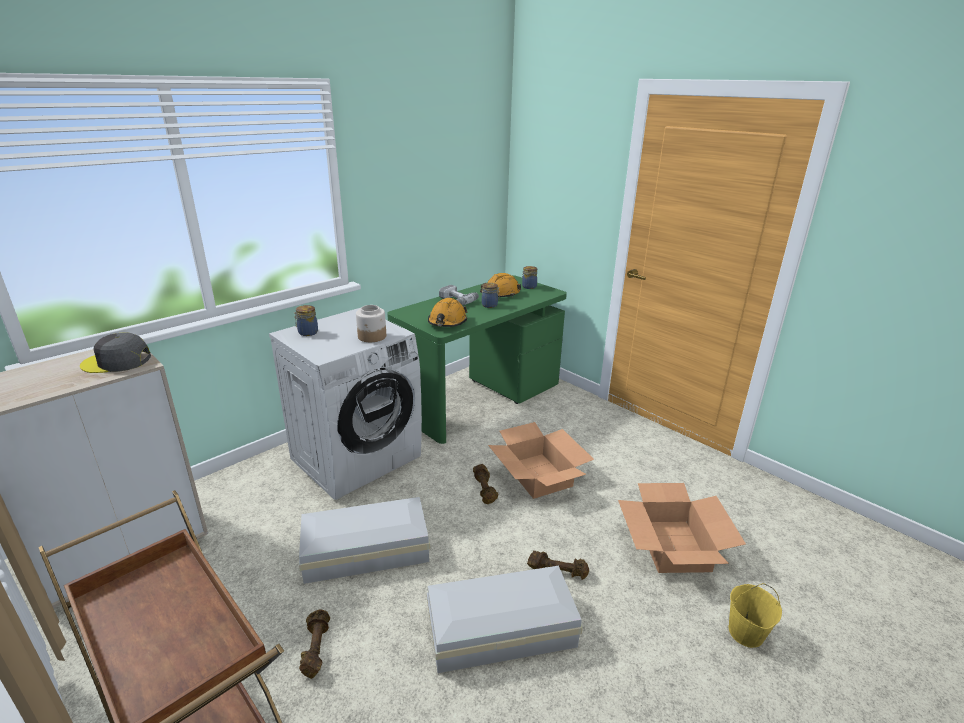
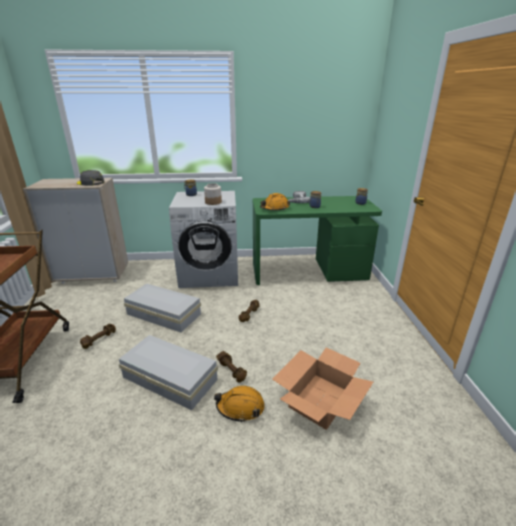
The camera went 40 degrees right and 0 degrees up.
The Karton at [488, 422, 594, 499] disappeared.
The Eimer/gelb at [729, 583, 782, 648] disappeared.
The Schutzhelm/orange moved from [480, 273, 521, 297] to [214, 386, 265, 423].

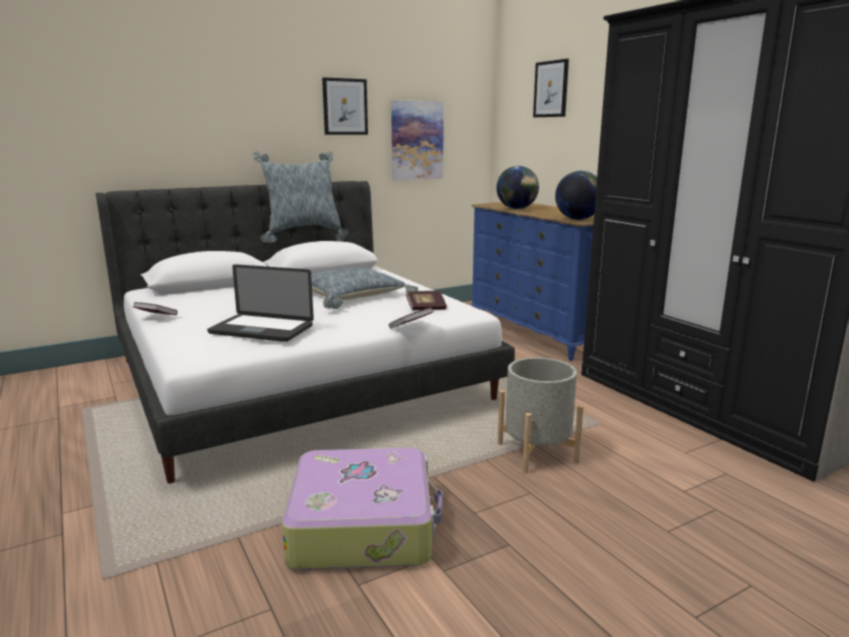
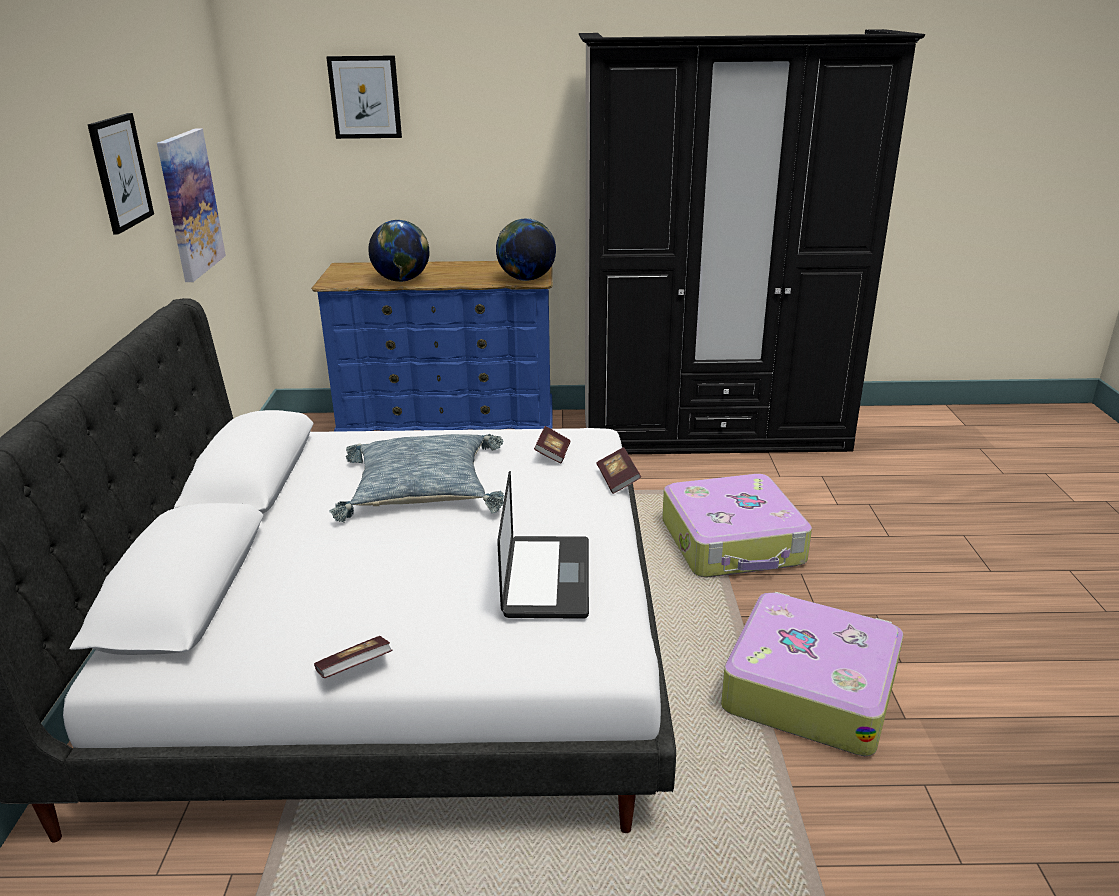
The camera went 60 degrees left and 10 degrees up.
The Kissen at [252, 151, 349, 243] disappeared.
The Pflanzkübel/grau at [498, 357, 584, 473] was replaced by the Koffer at [662, 474, 812, 577].
The Laptop at [207, 264, 314, 342] turned 45 degrees counterclockwise.

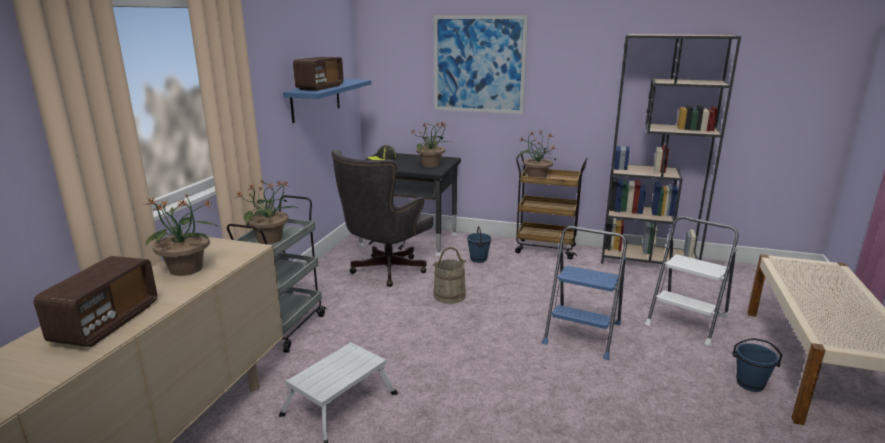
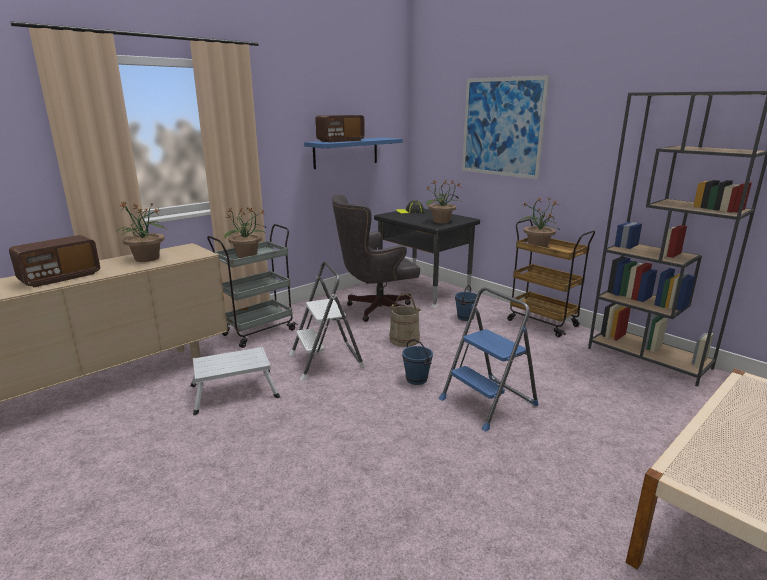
The camera went 30 degrees right and 0 degrees up.
The Trittleiter/weiß moved from [645, 216, 739, 346] to [289, 261, 365, 381].
The Eimer/blau moved from [733, 338, 782, 392] to [402, 339, 433, 385].

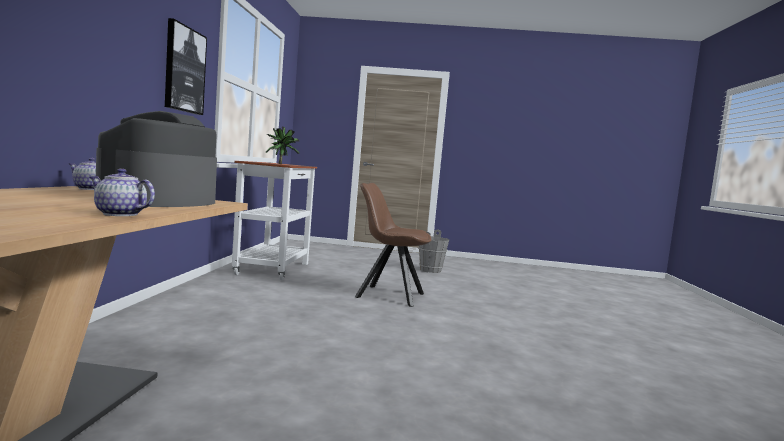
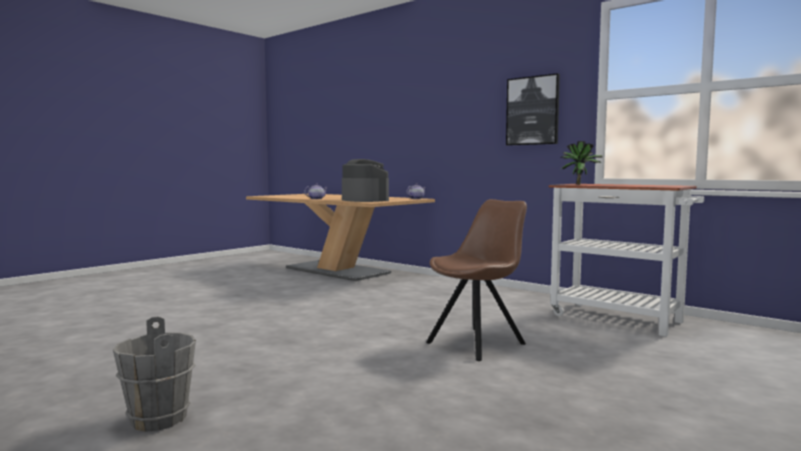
The camera went 125 degrees right and 0 degrees up.
The Eimer/grau moved from [418, 230, 449, 273] to [113, 316, 196, 432].

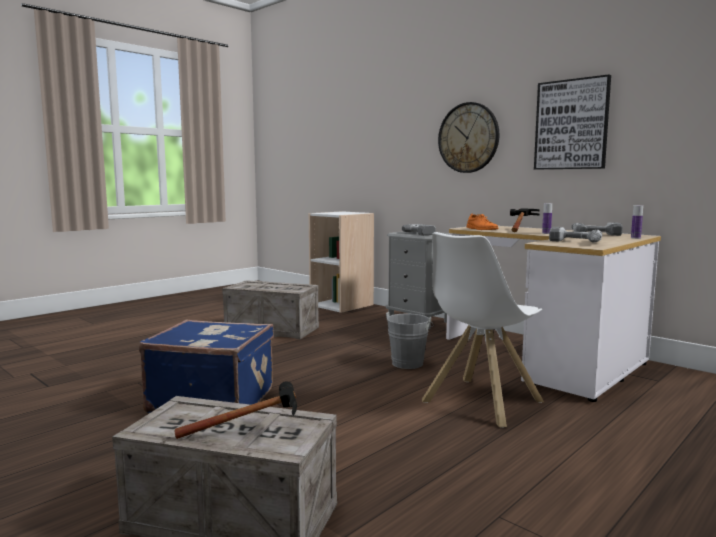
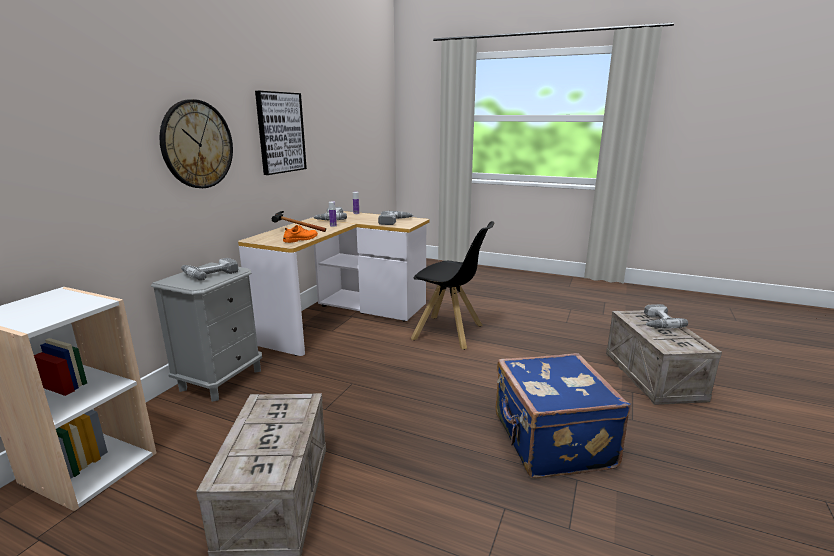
The camera went 110 degrees left and 10 degrees up.
The Eimer/grau at [386, 312, 434, 369] disappeared.
The Hammer at [175, 381, 297, 439] was replaced by the Bohrmaschine at [644, 304, 688, 328].
The Stuhl/weiß at [422, 232, 544, 428] became the Stuhl/schwarz at [411, 221, 494, 350].

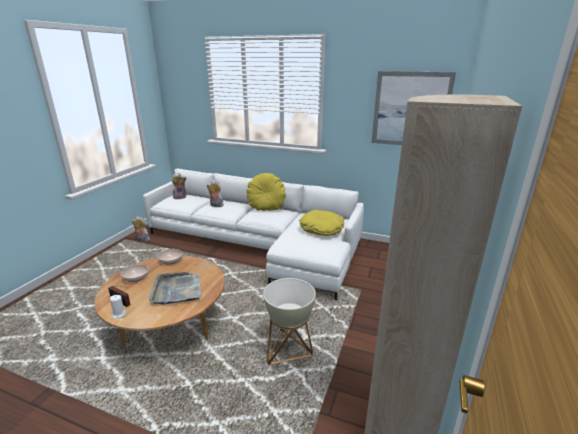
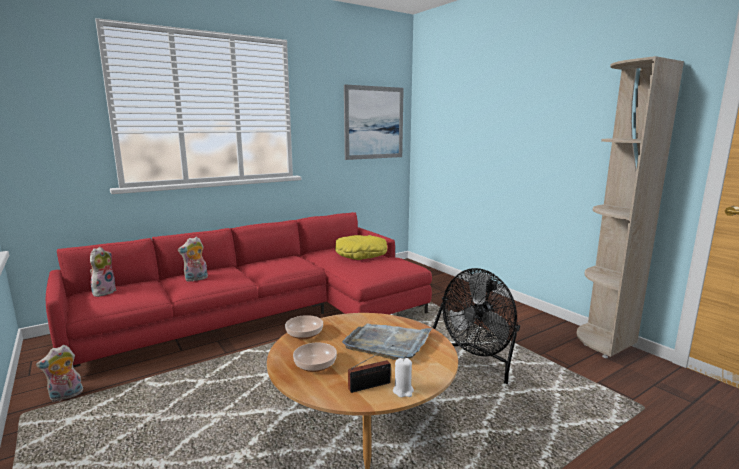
The camera went 55 degrees left and 10 degrees down.
The Kissen/gelb at [246, 173, 286, 211] disappeared.
The Pflanzkübel at [263, 278, 316, 365] was replaced by the Ventilator/schwarz at [433, 268, 520, 384].
The Sofa/weiß at [143, 168, 364, 300] became the Sofa/rot at [46, 212, 432, 368].

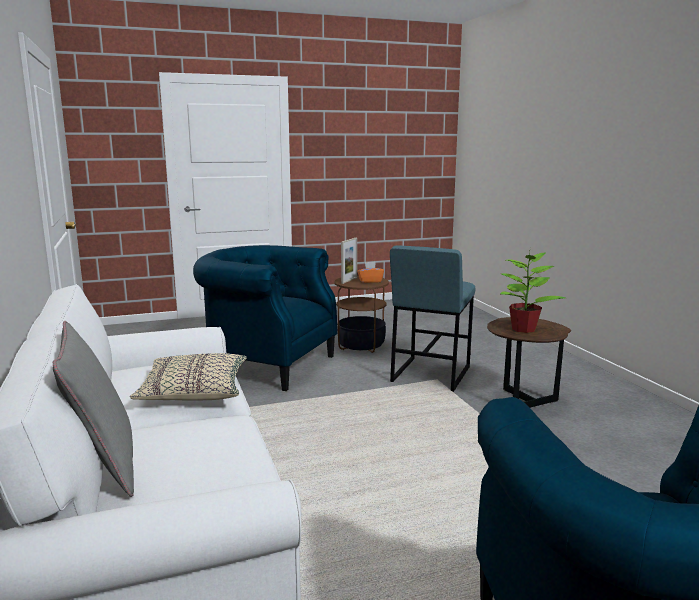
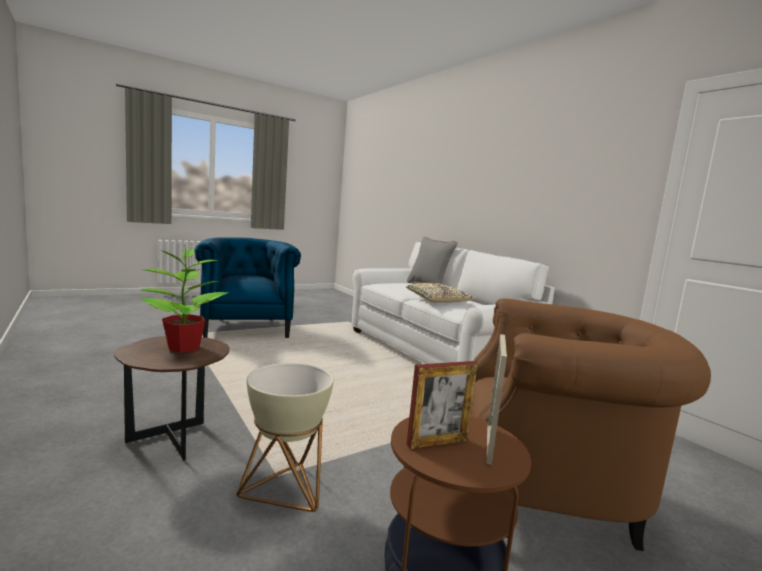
The camera went 165 degrees right and 5 degrees down.
The Taschentuchbox/orange at [357, 262, 384, 283] was replaced by the Bilderrahmen at [407, 361, 478, 449].
The Hocker/blau at [390, 246, 475, 392] was replaced by the Pflanzkübel at [236, 363, 334, 512].
The Sessel/blau at [193, 245, 337, 391] became the Sessel/braun at [471, 298, 711, 551].

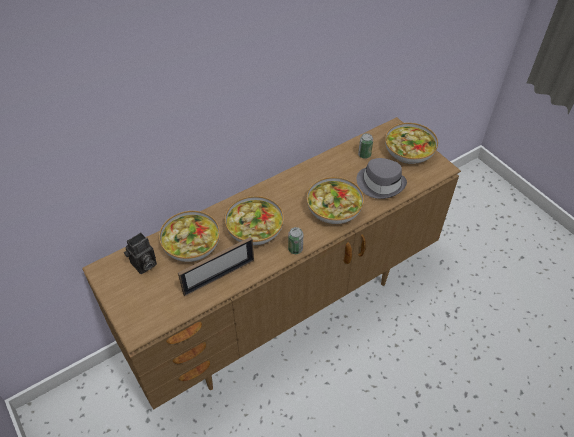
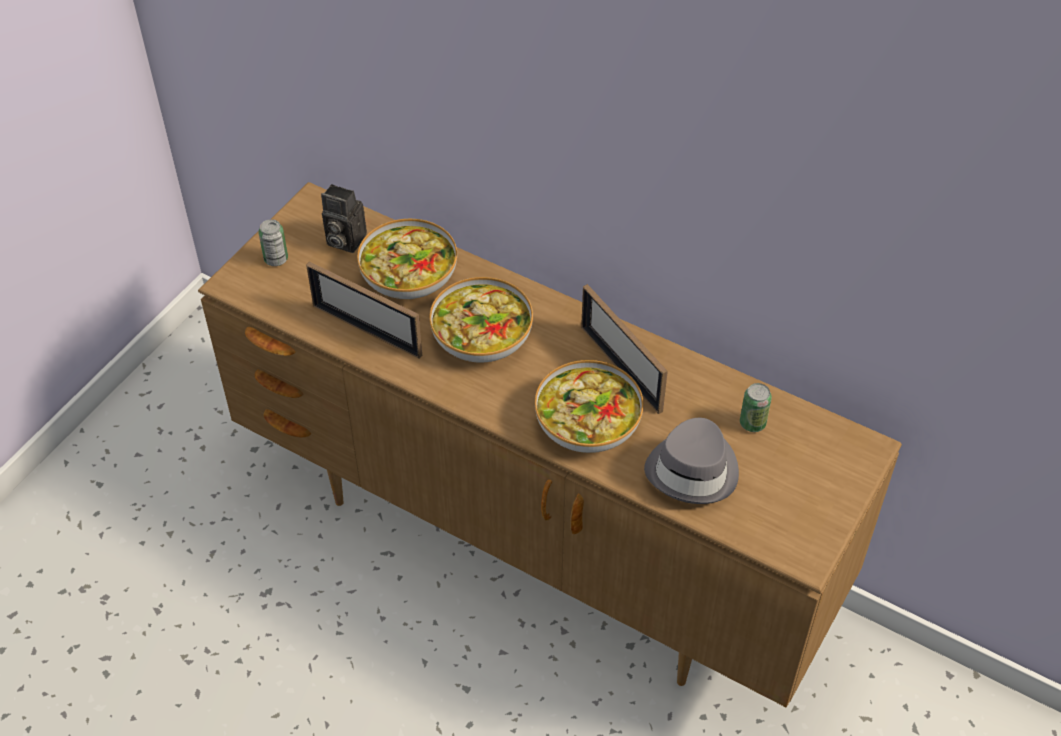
The camera went 65 degrees right and 0 degrees up.
The Schüssel at [385, 123, 438, 164] disappeared.
The Bilderrahmen at [581, 284, 668, 414] appeared.
The Dose moved from [288, 227, 303, 254] to [258, 219, 288, 266].

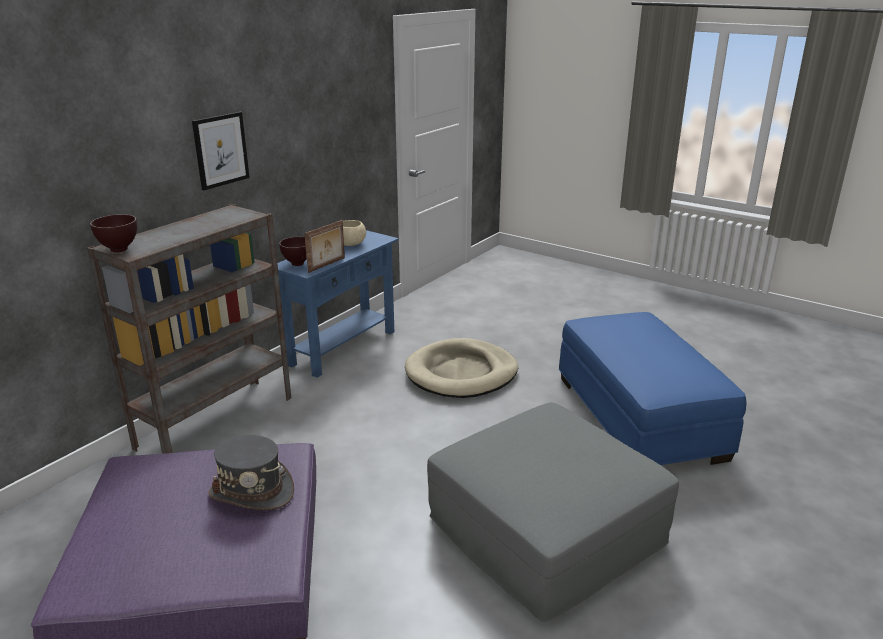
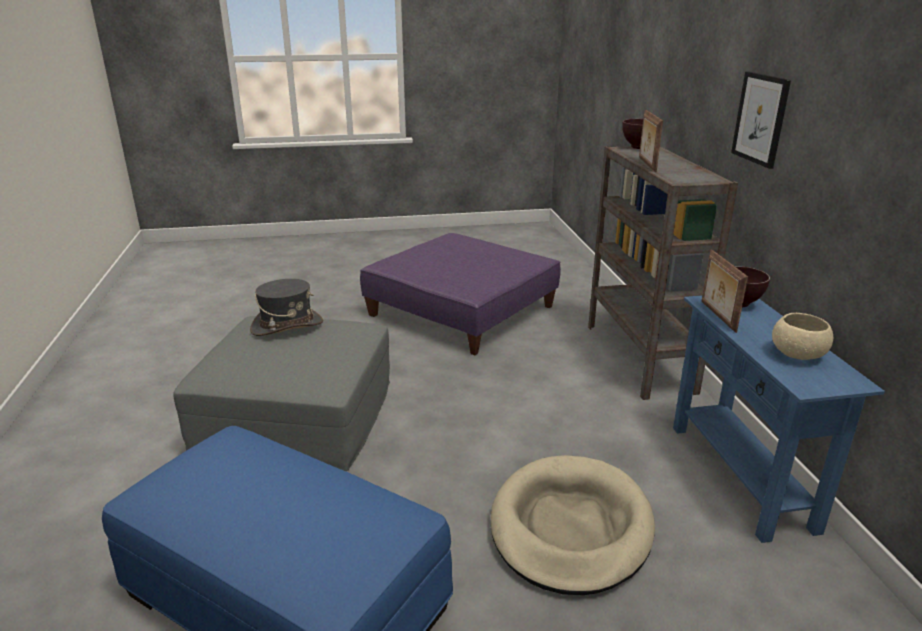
The camera went 135 degrees right and 0 degrees up.
The Bilderrahmen at [639, 110, 663, 172] appeared.
The Hut/grau moved from [208, 435, 294, 510] to [250, 279, 323, 336].

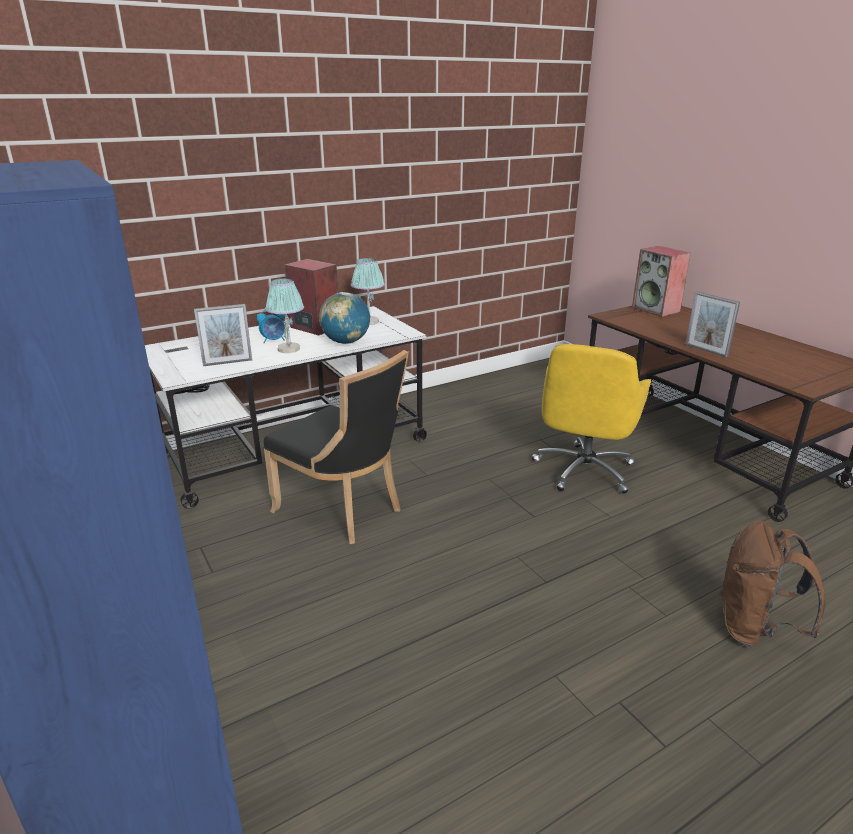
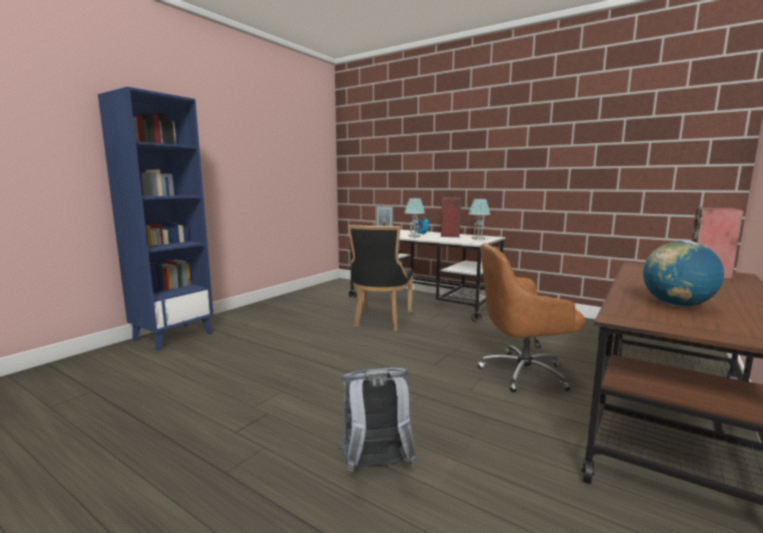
The camera went 65 degrees right and 15 degrees down.
The Bilderrahmen at [685, 291, 740, 358] disappeared.
The Globus moved from [319, 292, 370, 344] to [643, 240, 724, 307].
The Bürostuhl/gelb at [532, 344, 651, 493] became the Bürostuhl/braun at [478, 243, 585, 392].
The Rucksack/braun at [720, 521, 826, 648] became the Rucksack/grau at [338, 368, 418, 472].

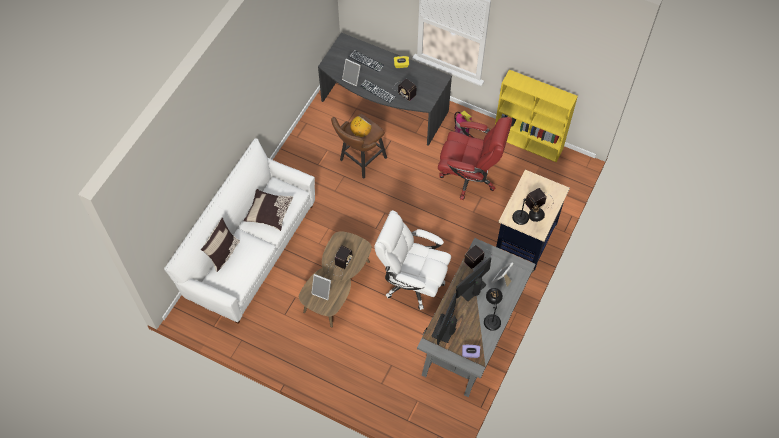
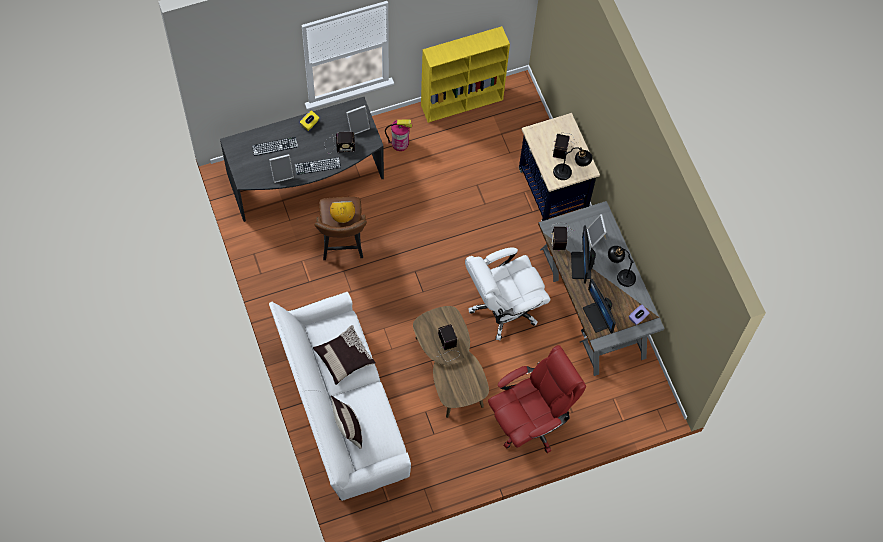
The camera went 50 degrees left and 5 degrees up.
The Bilderrahmen moved from [311, 274, 331, 300] to [346, 105, 370, 135].
The Bürostuhl/rot moved from [438, 117, 512, 200] to [488, 345, 586, 453].

